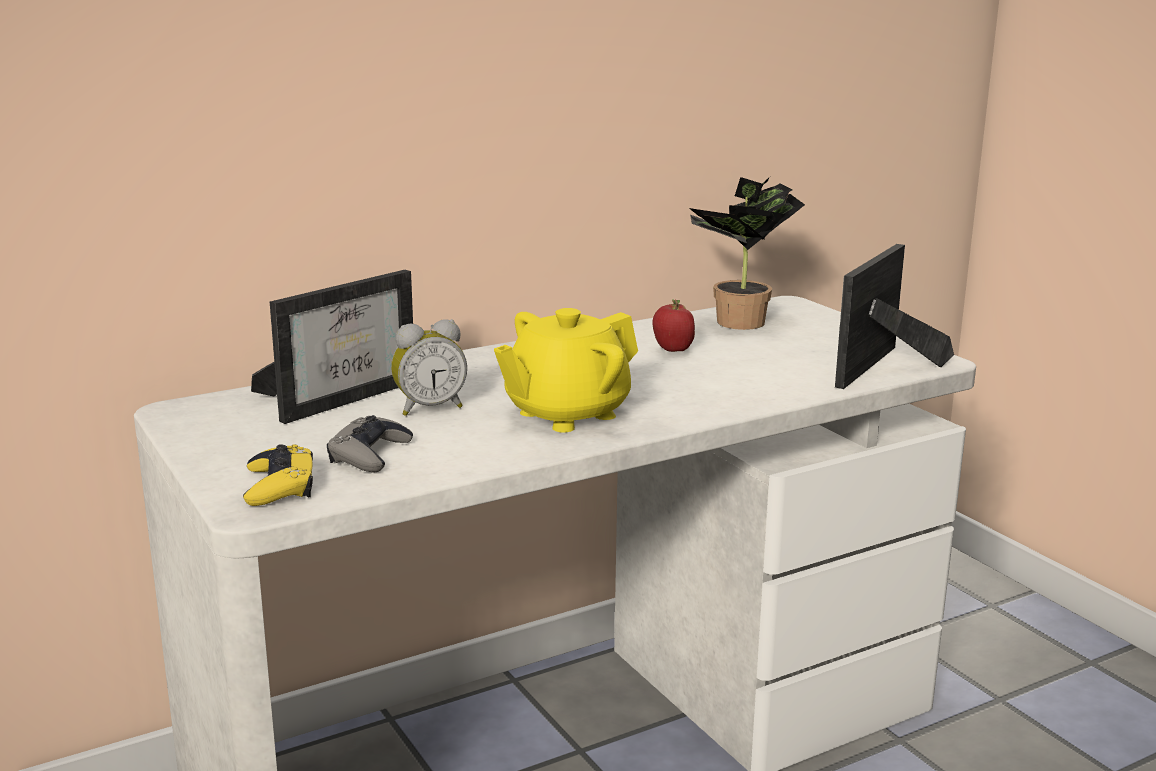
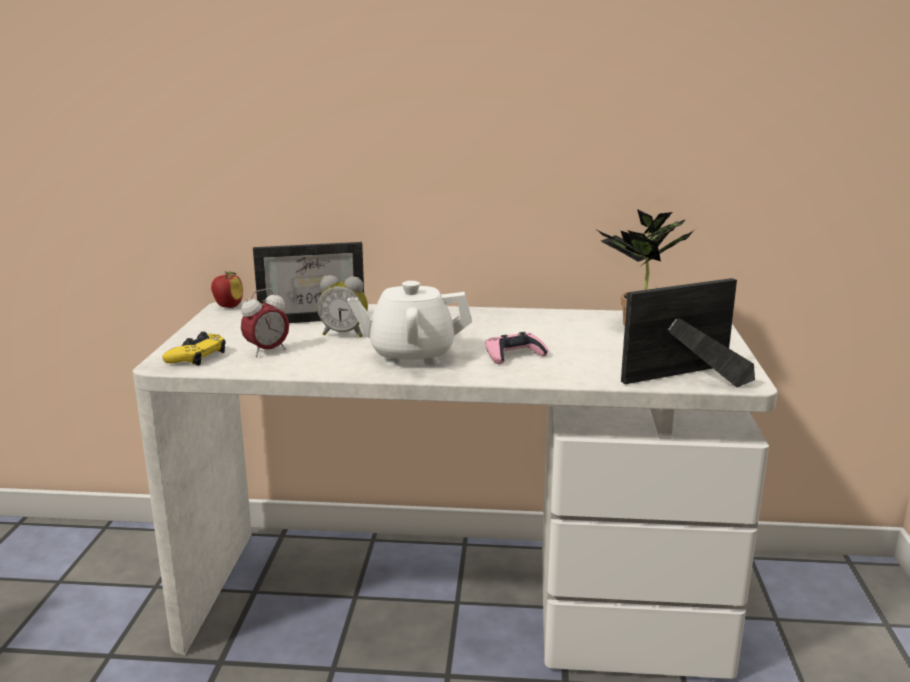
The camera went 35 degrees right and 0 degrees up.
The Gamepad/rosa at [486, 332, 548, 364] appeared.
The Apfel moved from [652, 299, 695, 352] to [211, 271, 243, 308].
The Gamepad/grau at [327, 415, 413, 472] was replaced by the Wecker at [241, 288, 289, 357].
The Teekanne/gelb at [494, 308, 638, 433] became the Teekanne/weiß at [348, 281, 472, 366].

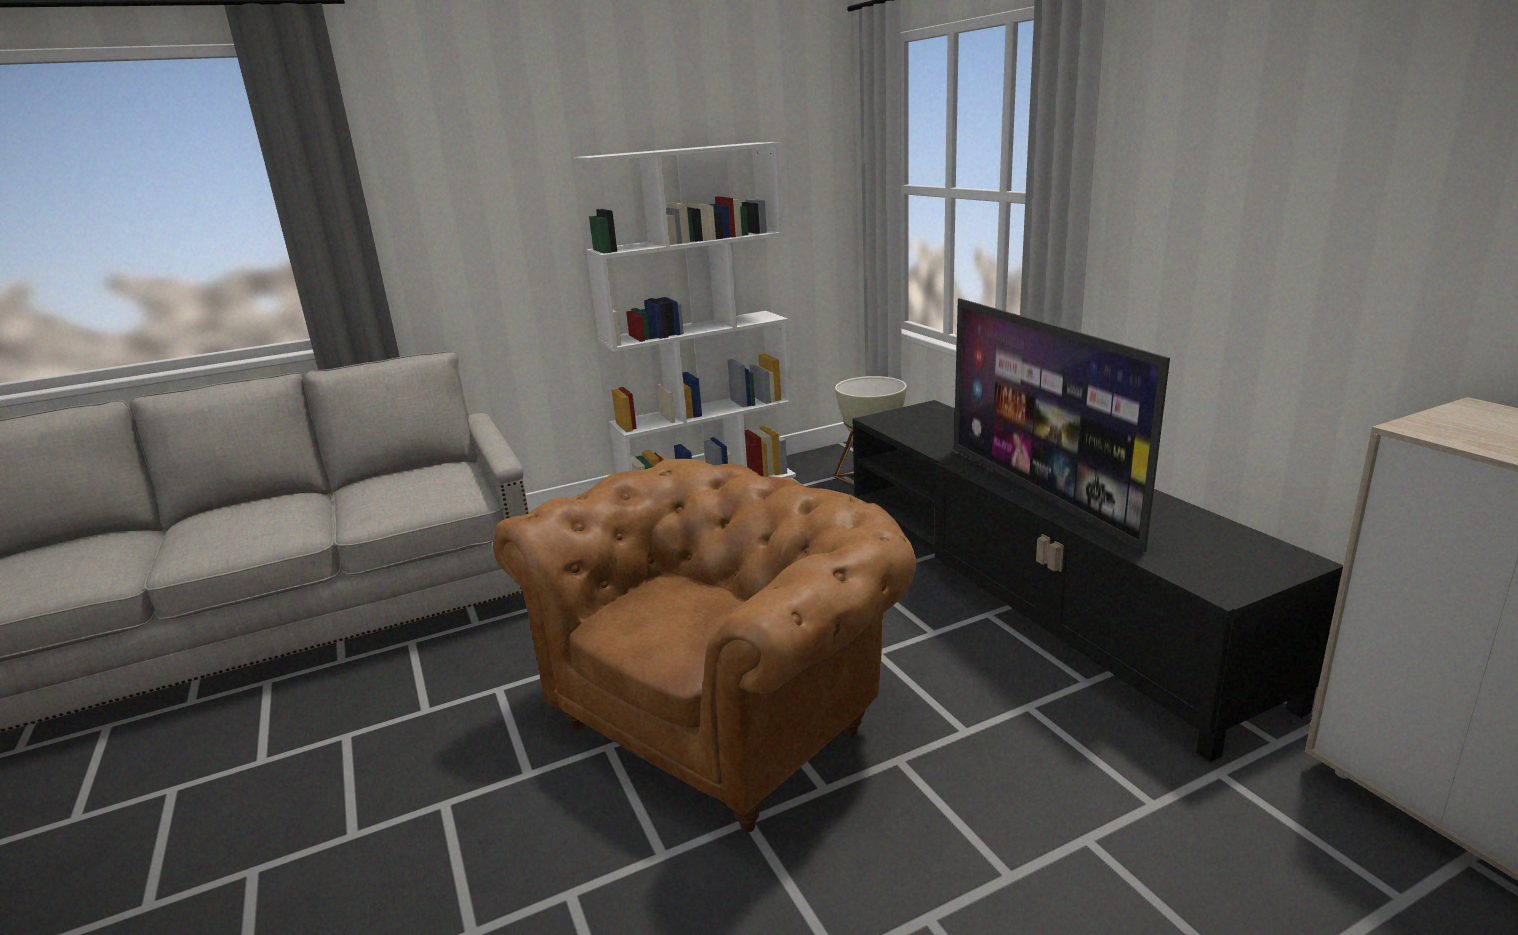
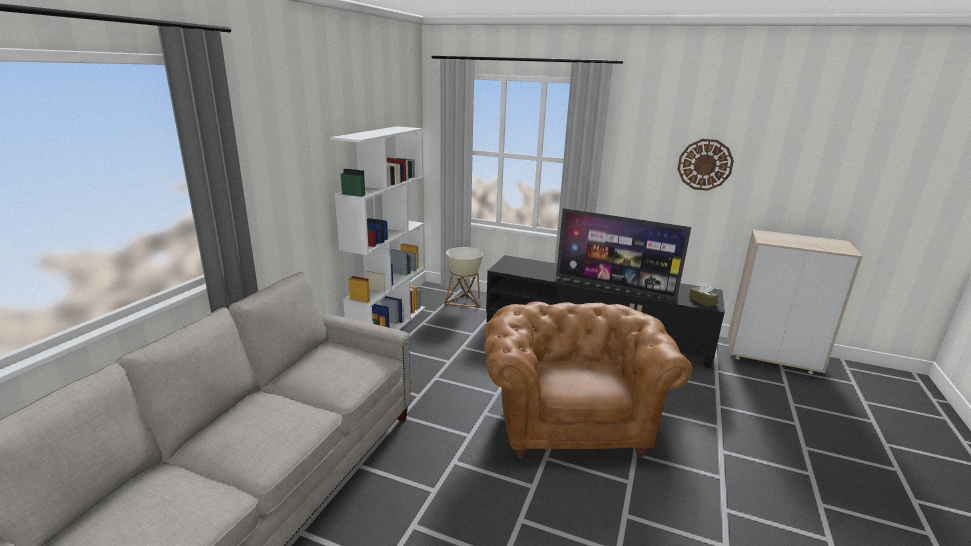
The camera went 45 degrees left and 0 degrees up.
The Wanduhr at [677, 139, 734, 191] appeared.
The Taschentuchbox/braun at [689, 282, 719, 307] appeared.

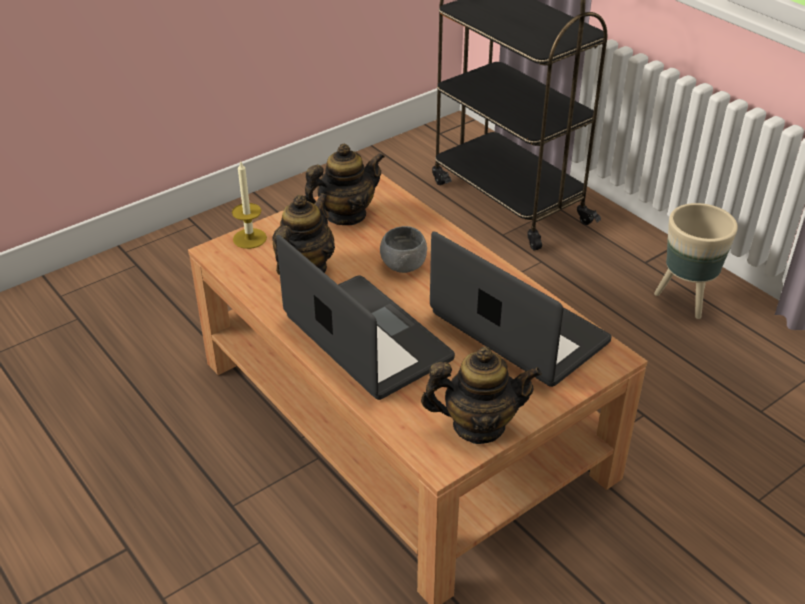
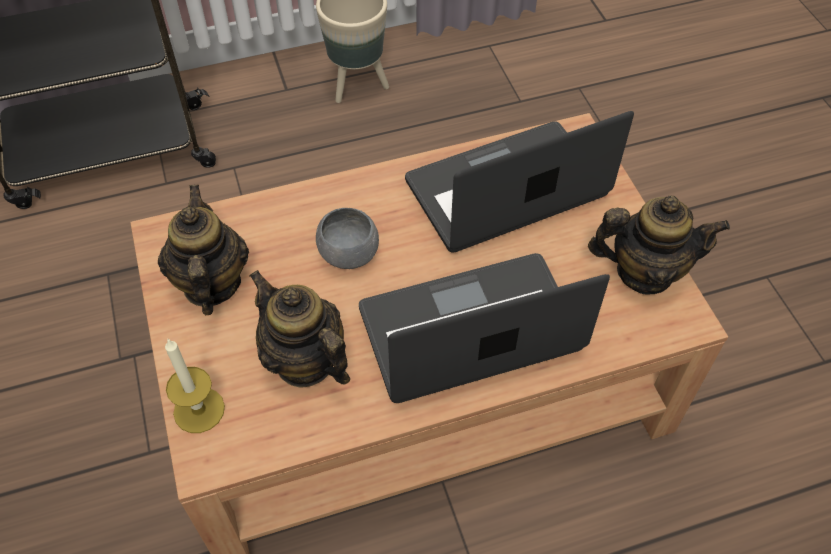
The camera went 70 degrees left and 15 degrees up.
The Teekanne at [421, 347, 542, 444] turned 75 degrees clockwise.

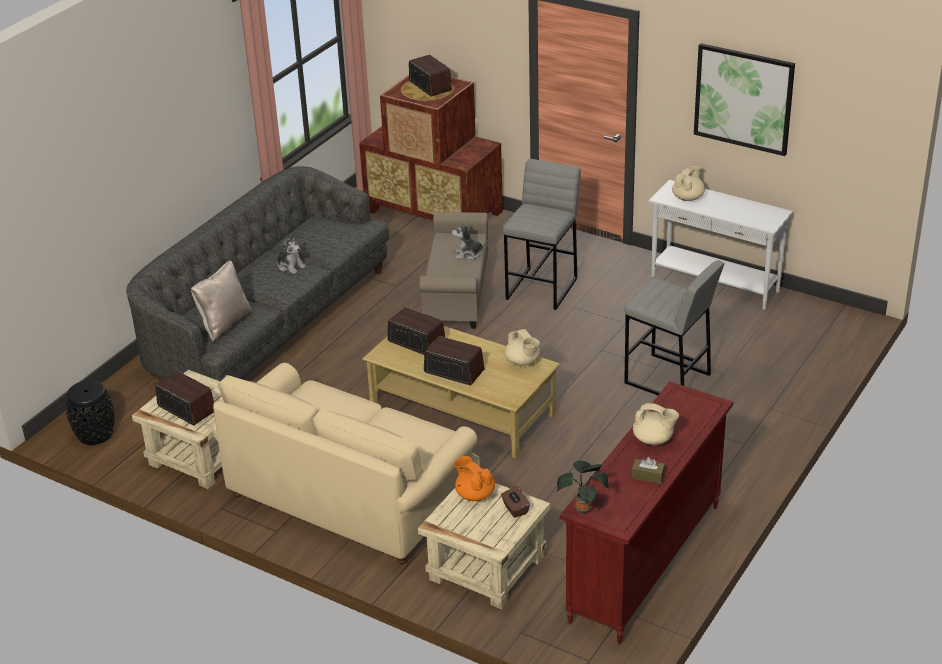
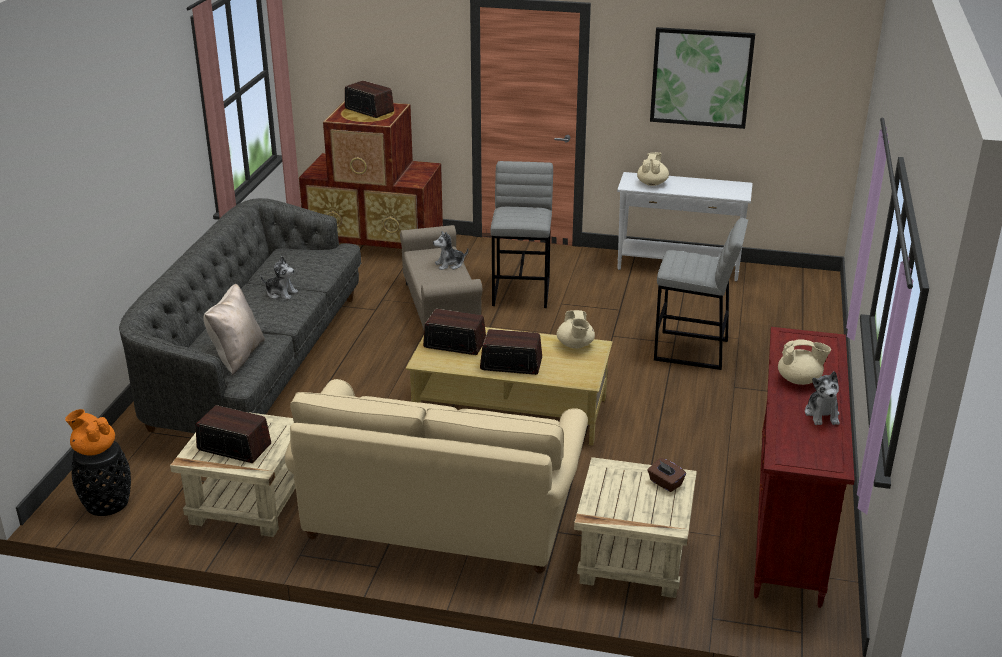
The camera went 20 degrees left and 5 degrees down.
The Topfpflanze at [557, 460, 609, 514] disappeared.
The Teekanne/orange moved from [454, 456, 495, 501] to [65, 409, 115, 455].
The Taschentuchbox/braun at [632, 457, 665, 484] was replaced by the Plüschtier at [805, 371, 840, 425].
The Teekanne/beige at [504, 329, 540, 366] turned 45 degrees clockwise.

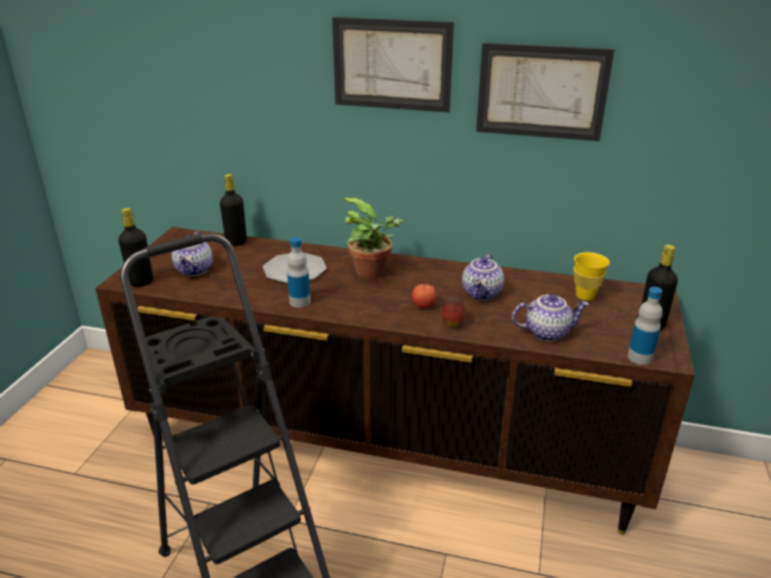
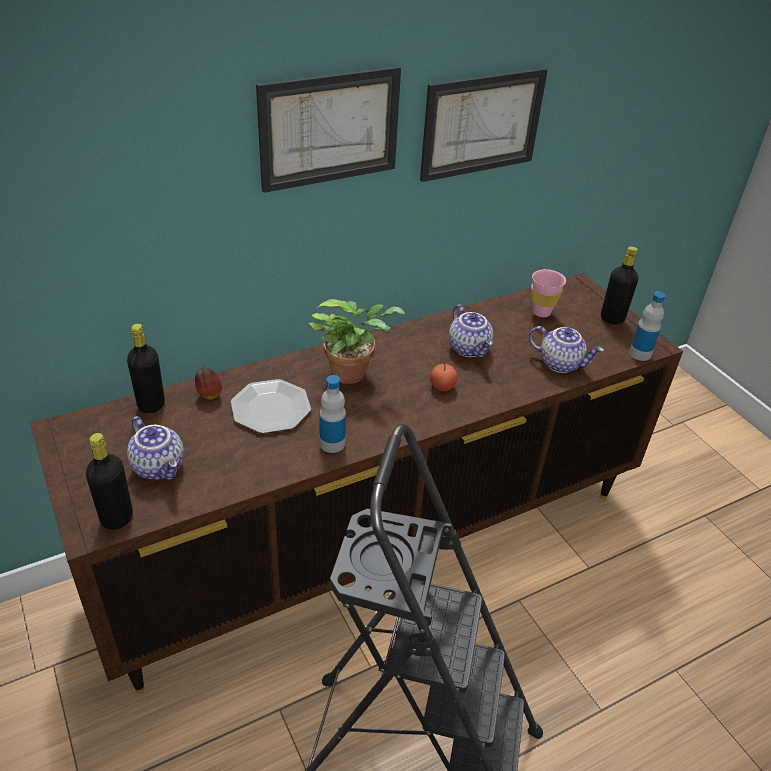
The camera went 45 degrees left and 10 degrees up.
The Apfel moved from [442, 297, 465, 327] to [195, 367, 222, 400].
The Tasse/gelb at [574, 252, 610, 301] became the Tasse/rosa at [531, 269, 566, 317].
The Teekanne at [512, 294, 589, 341] turned 75 degrees clockwise.

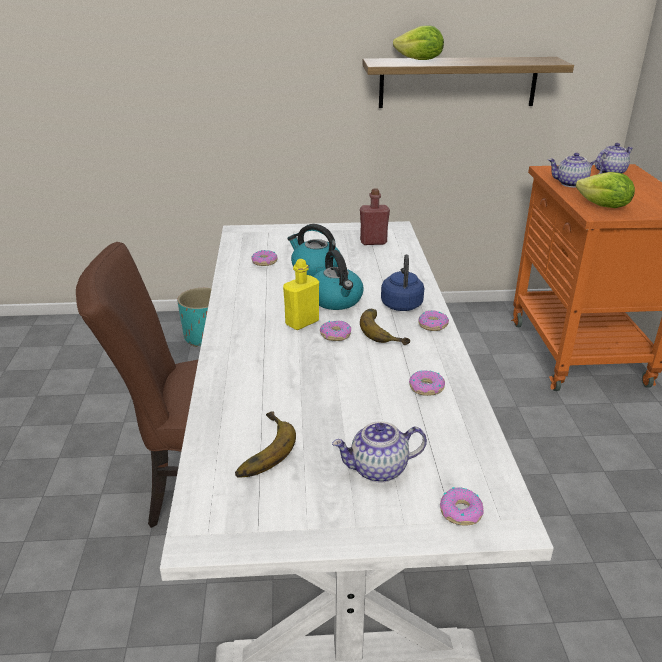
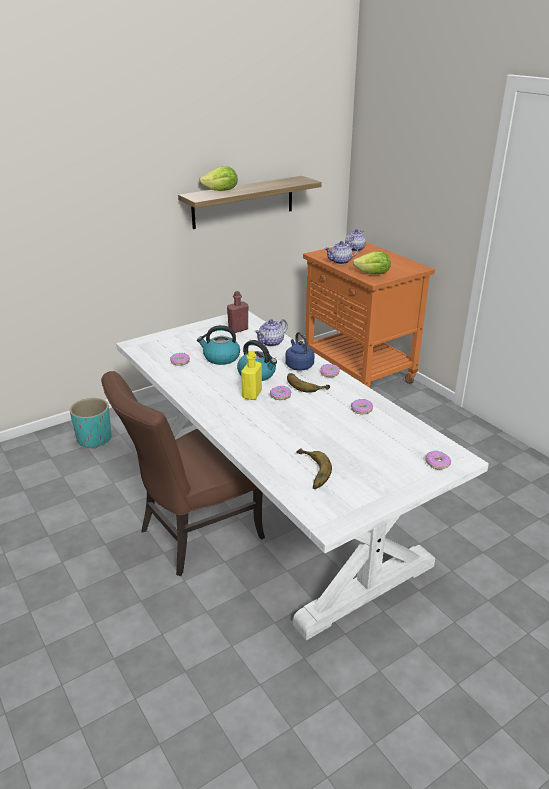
The camera went 30 degrees left and 0 degrees up.
The Teekanne moved from [332, 421, 427, 482] to [255, 319, 288, 347].

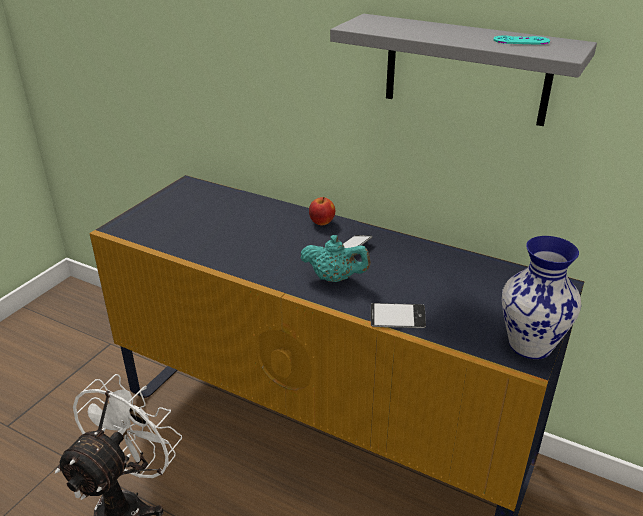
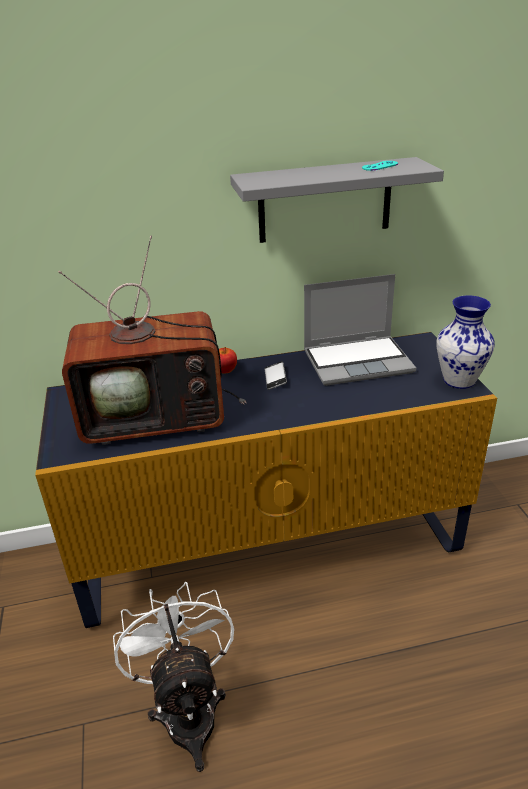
The camera went 40 degrees left and 0 degrees up.
The Teekanne/türkis at [301, 235, 371, 282] disappeared.
The Handy at [371, 303, 426, 328] disappeared.
The Fernseher at [59, 235, 247, 445] appeared.
The Laptop at [304, 274, 416, 386] appeared.

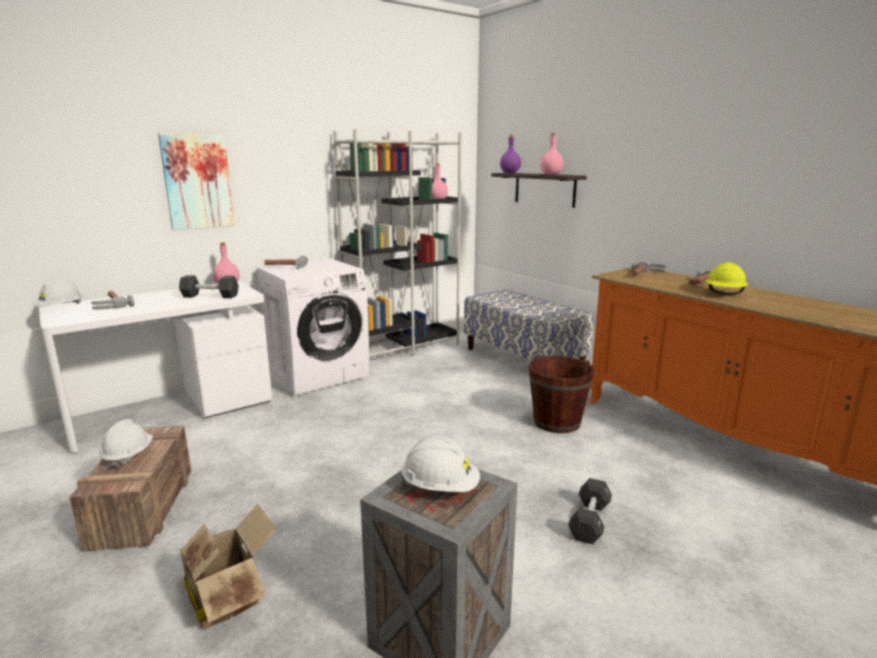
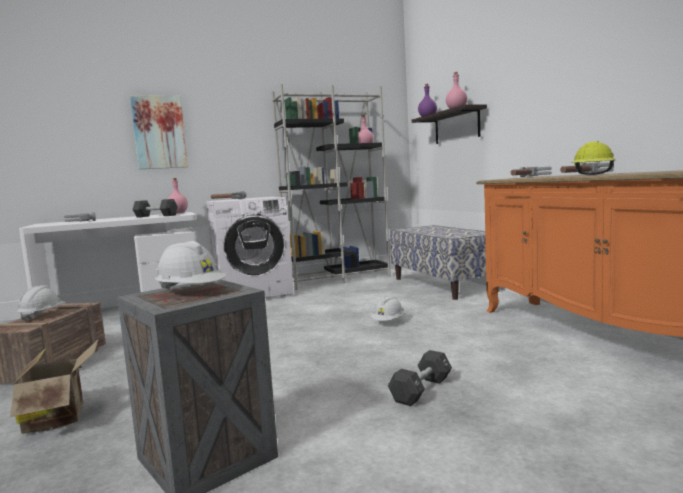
The camera went 15 degrees right and 10 degrees down.
The Eimer/braun at [529, 356, 594, 433] disappeared.
The Schutzhelm/weiß moved from [33, 280, 82, 307] to [371, 296, 404, 321].

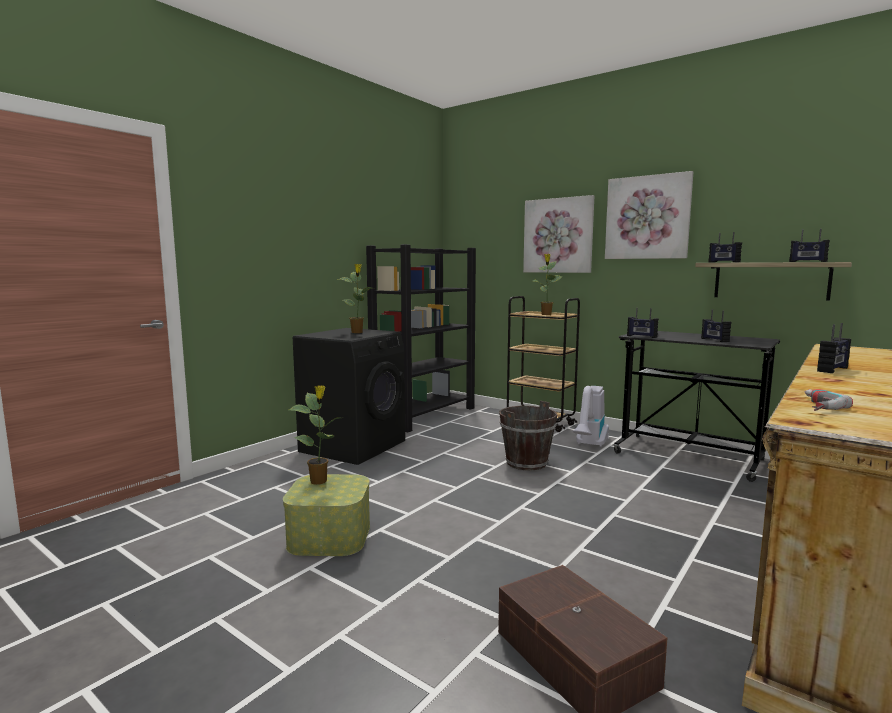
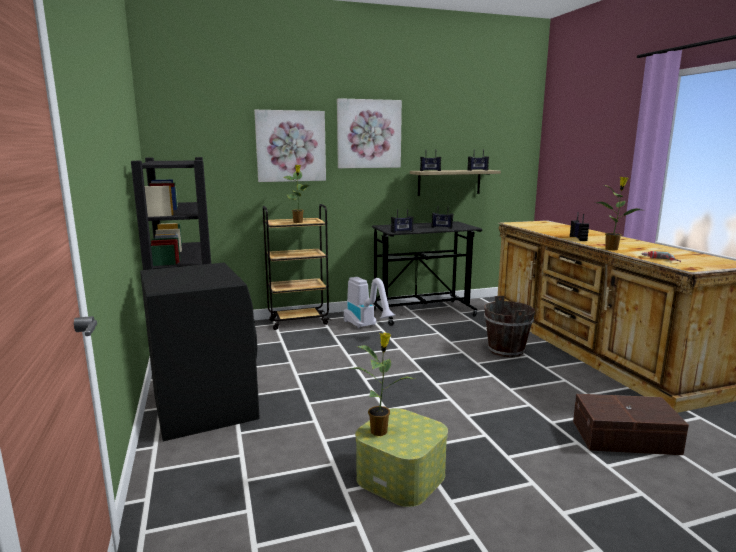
The camera went 55 degrees left and 5 degrees up.
The Topfpflanze moved from [337, 264, 372, 333] to [597, 177, 641, 250].
The Eimer/braun moved from [499, 401, 558, 470] to [484, 296, 535, 357].

